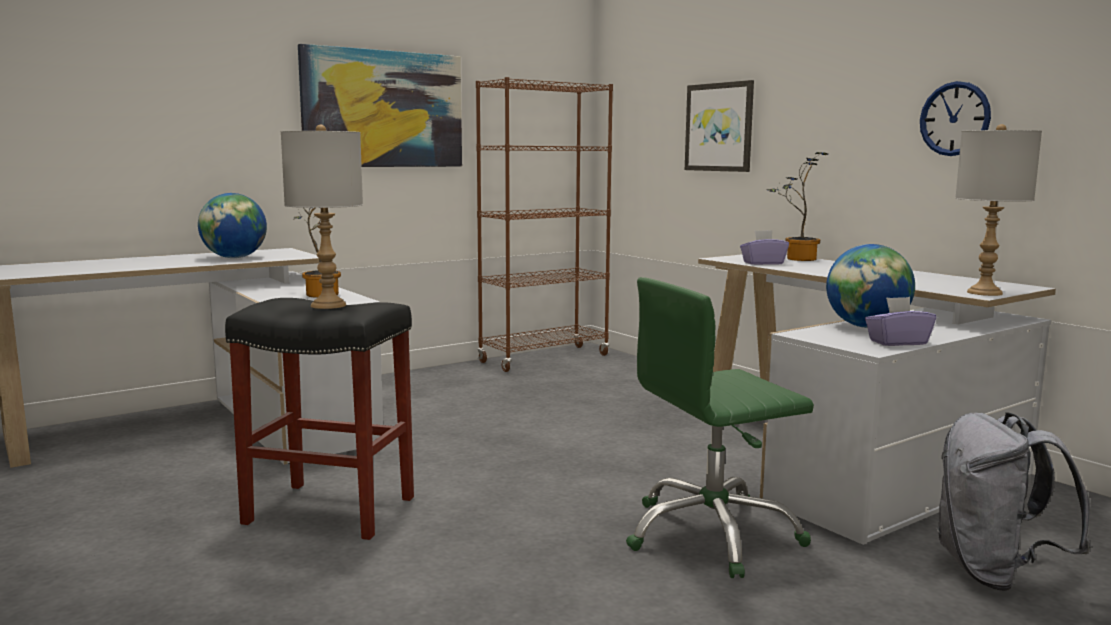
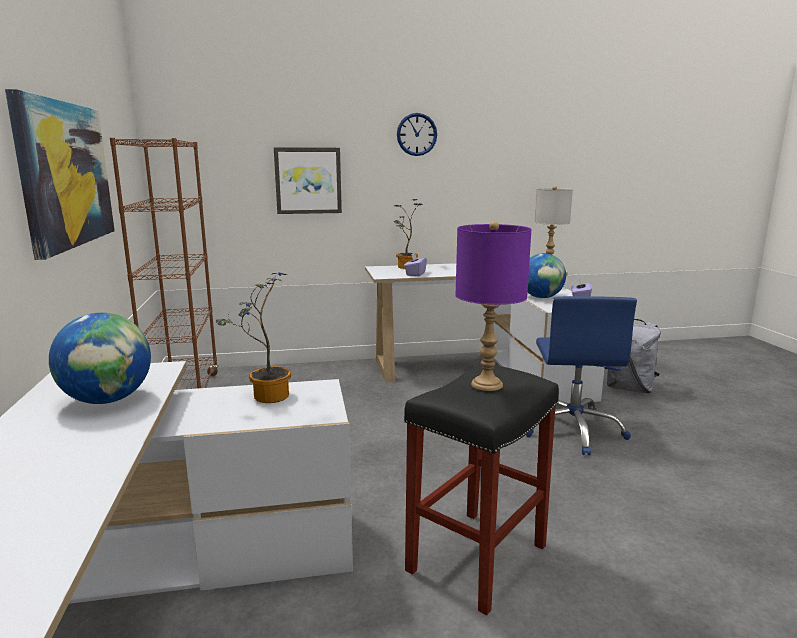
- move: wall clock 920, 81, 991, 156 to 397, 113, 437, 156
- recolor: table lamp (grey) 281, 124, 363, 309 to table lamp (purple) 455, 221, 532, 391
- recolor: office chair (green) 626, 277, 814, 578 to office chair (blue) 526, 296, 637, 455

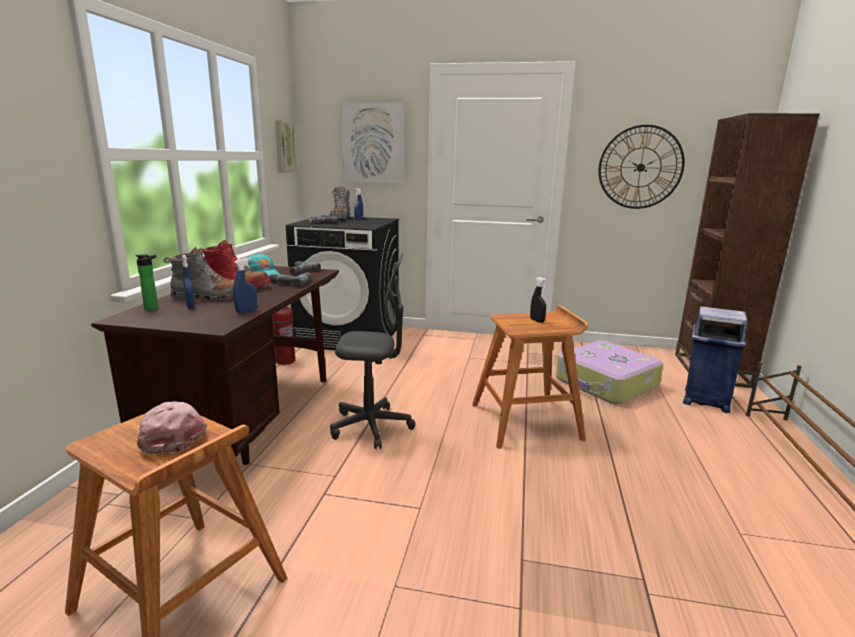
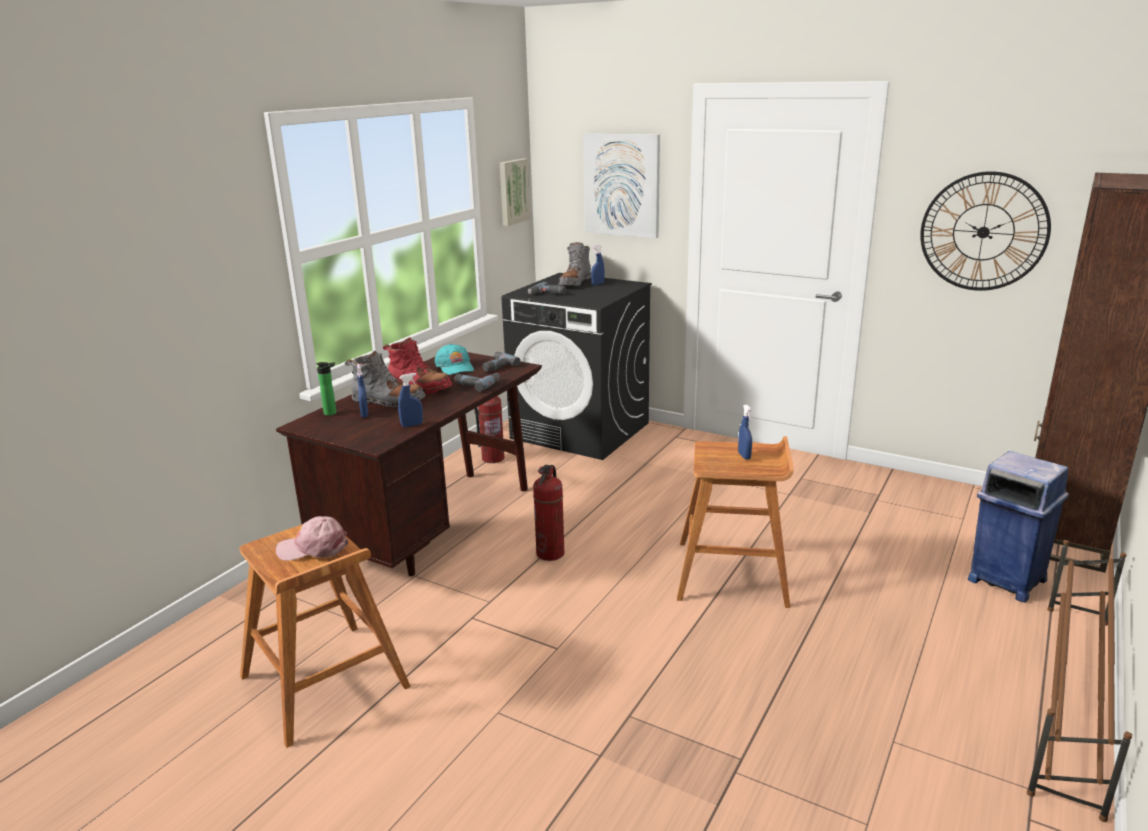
- delete: suitcase 556, 341, 663, 404
- replace: office chair (grey) 330, 254, 415, 449 to fire extinguisher 533, 465, 564, 561
- recolor: spray bottle (black) 530, 277, 547, 323 to spray bottle (blue) 738, 404, 752, 460
- rotate: cap (pink) 137, 401, 207, 454 = 276, 516, 349, 561 75 degrees counterclockwise

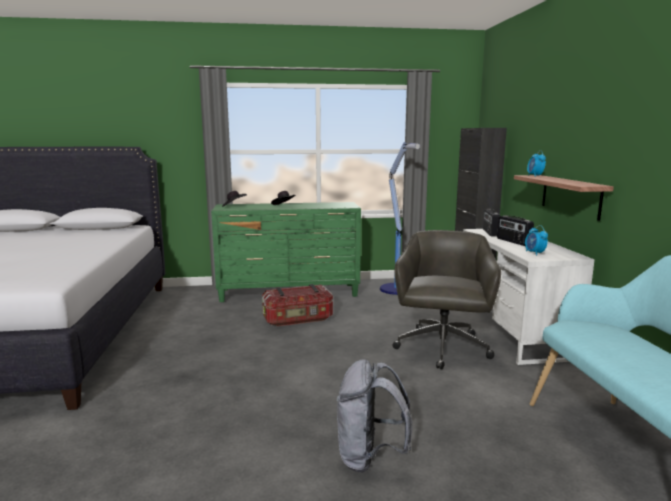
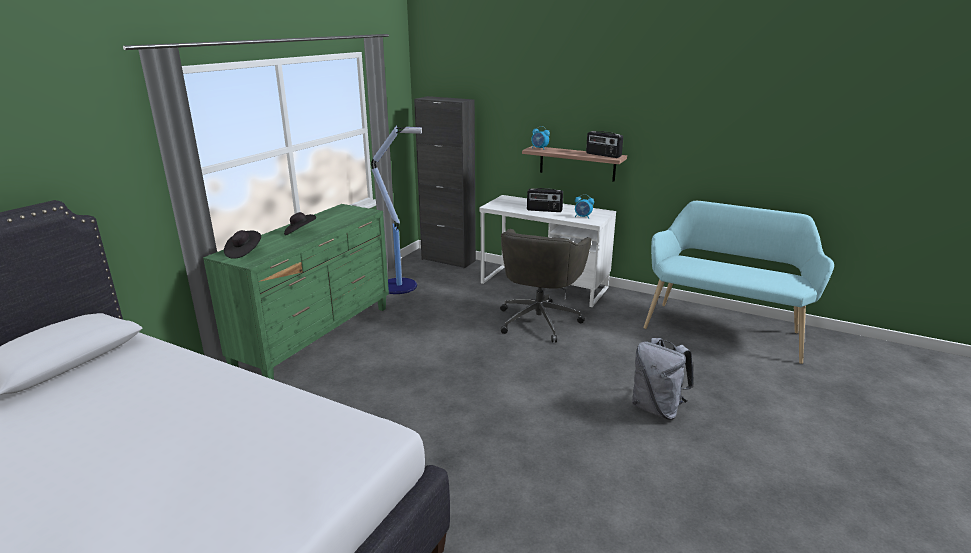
- delete: storage box 262, 284, 333, 327
- move: radio 483, 209, 500, 236 to 586, 131, 623, 158
- rotate: office chair (grey) 393, 230, 501, 370 = 500, 229, 591, 342 120 degrees counterclockwise

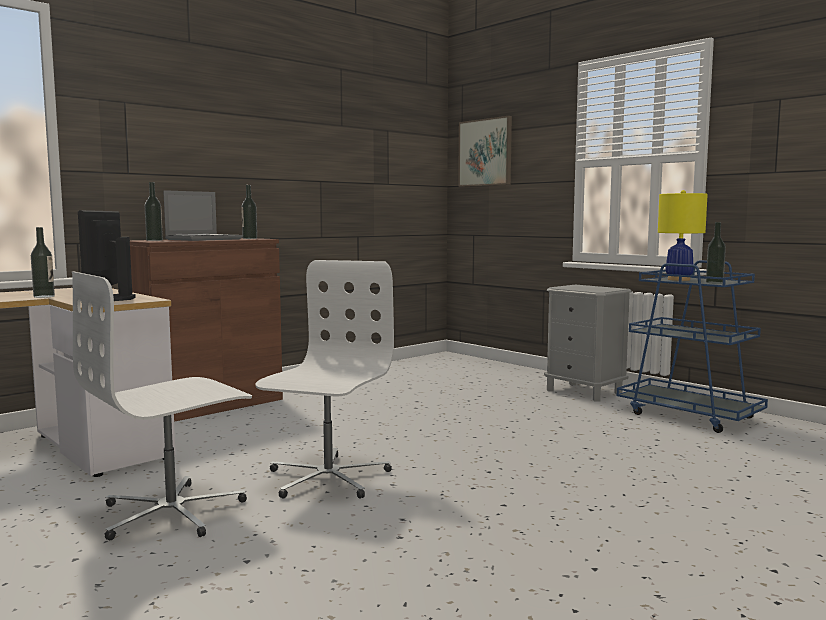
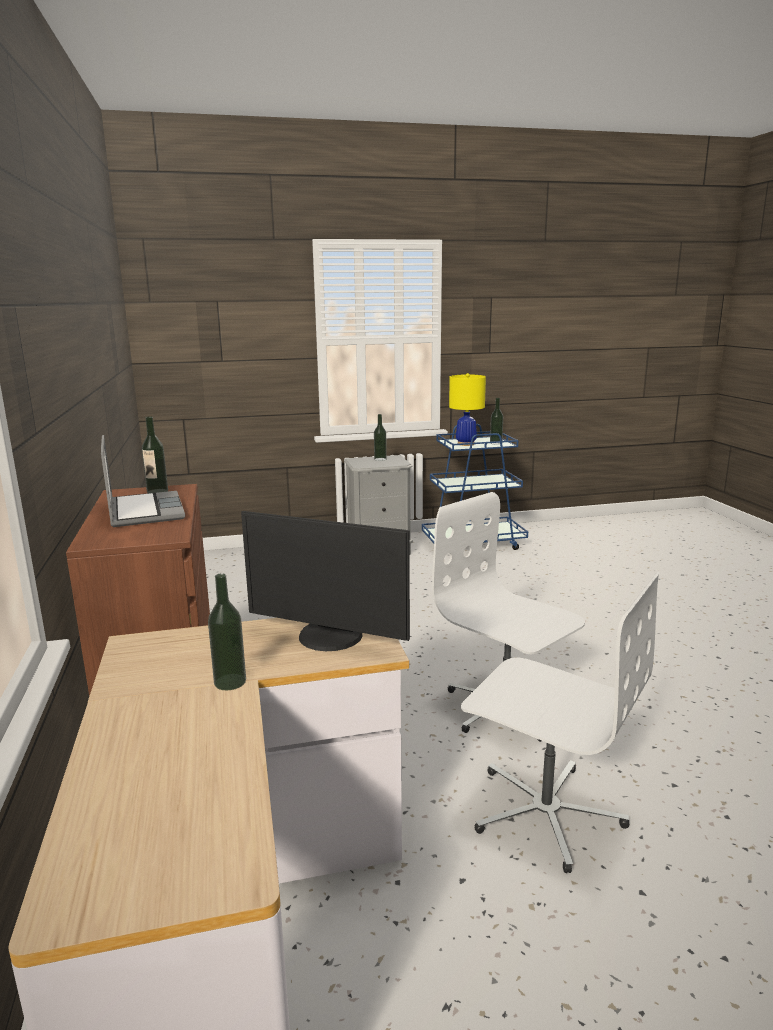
- delete: picture 458, 116, 512, 187
- move: bottle 145, 182, 163, 241 to 374, 414, 387, 461
- rotate: office chair (white) 72, 272, 252, 540 = 461, 572, 660, 873 45 degrees counterclockwise

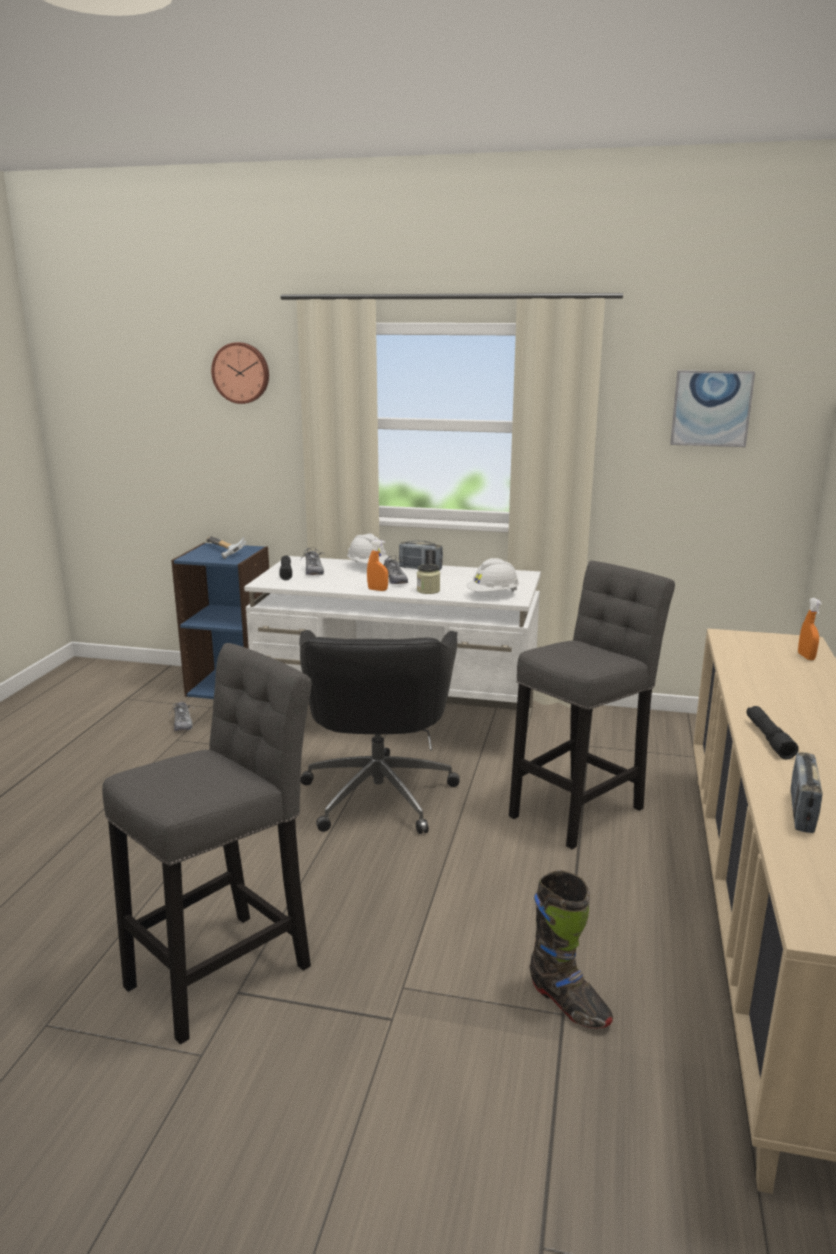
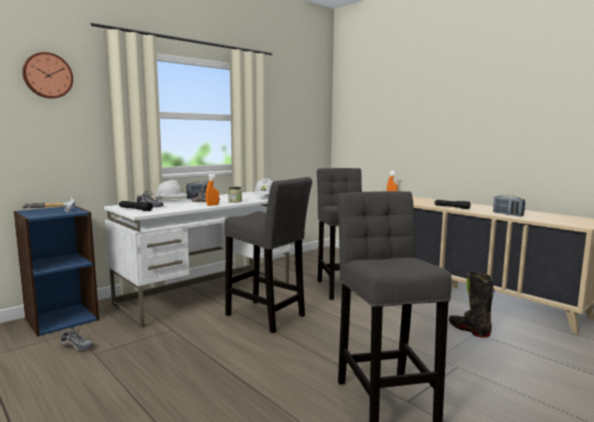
- delete: picture 670, 370, 755, 447
- replace: office chair (black) 299, 630, 460, 834 to stool (grey) 225, 177, 312, 333
- rotate: boot (black) 530, 870, 613, 1029 = 449, 271, 495, 337 120 degrees counterclockwise

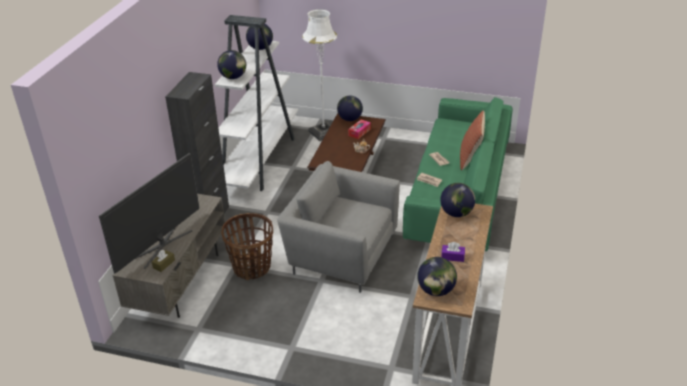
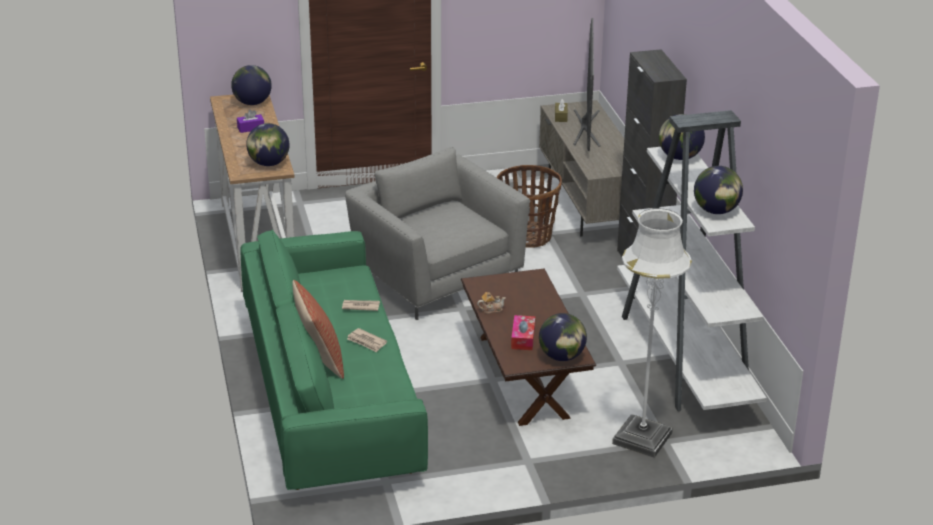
- rotate: armchair (grey) 277, 161, 400, 293 = 345, 147, 530, 320 120 degrees counterclockwise

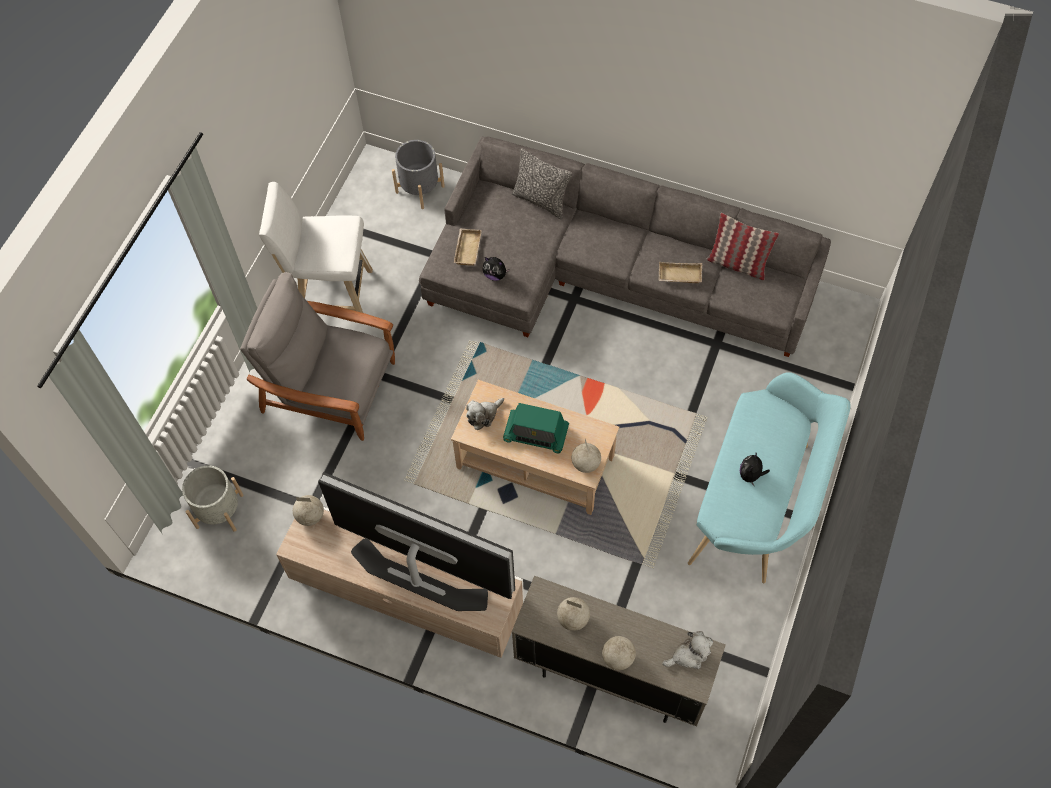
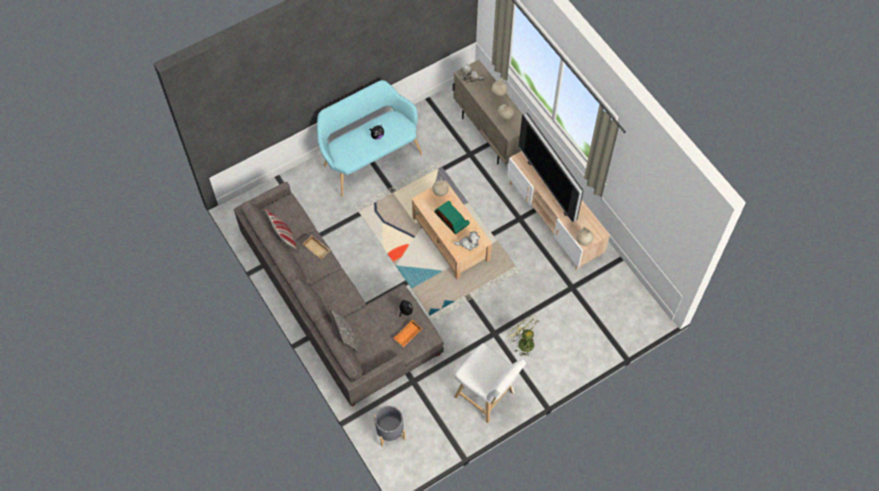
- delete: planter (grey) 182, 466, 243, 532
- replace: armchair (grey) 240, 272, 395, 441 to fan (green) 507, 315, 540, 357
- recolor: tray (beige) 454, 228, 482, 266 to tray (orange) 394, 320, 422, 347

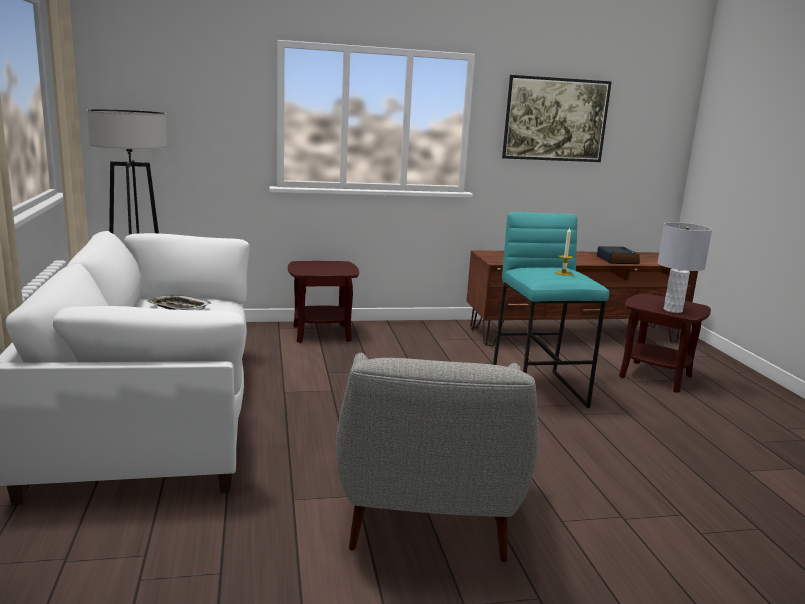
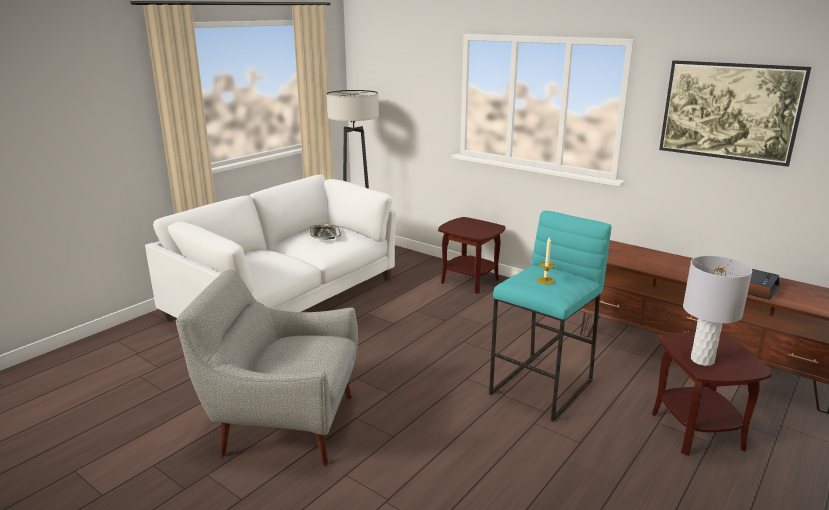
- rotate: armchair (grey) 336, 353, 538, 562 = 176, 270, 358, 465 45 degrees clockwise

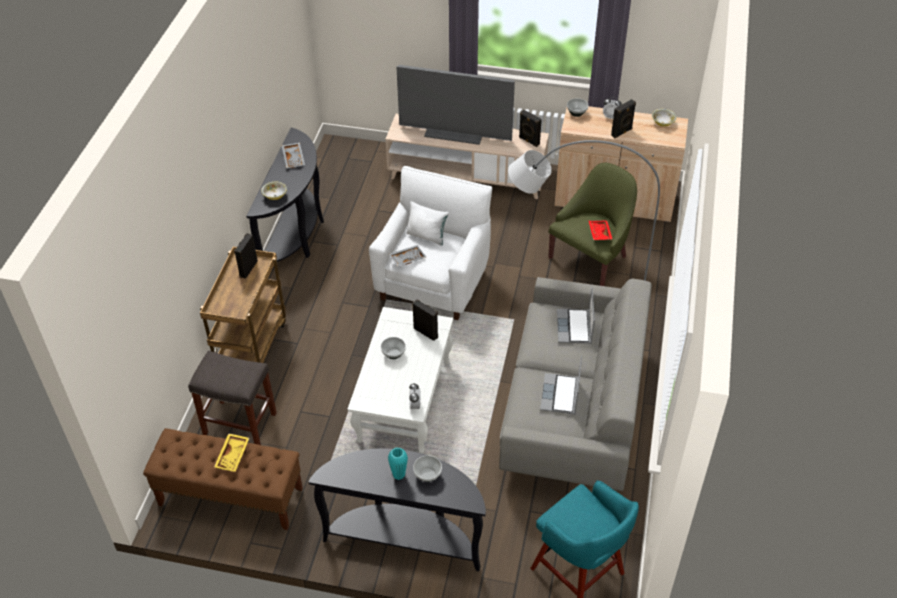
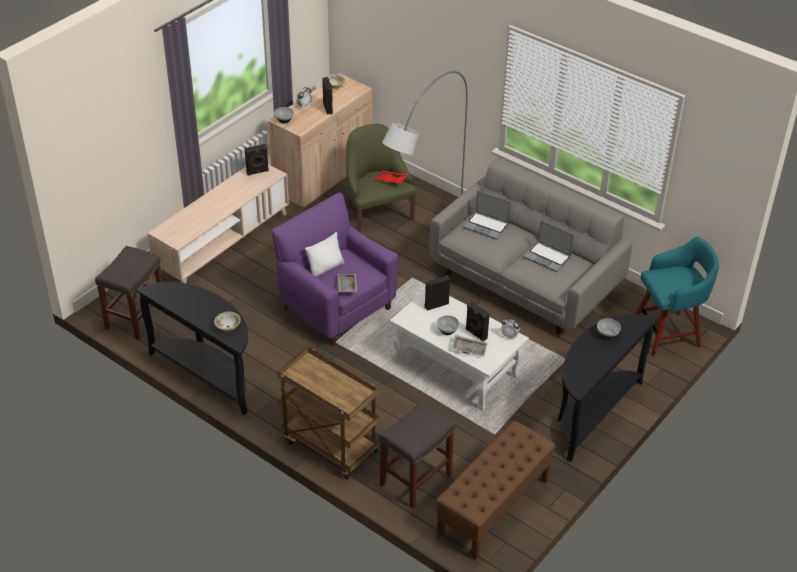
- delete: tray (yellow) 214, 433, 249, 472
- delete: vase (turquoise) 388, 448, 408, 480
- delete: television 396, 65, 515, 145
- insert: stool (grey) 95, 246, 163, 340
- move: speaker (black) 234, 233, 258, 279 to 466, 301, 490, 342
- move: tray (grey) 281, 142, 305, 168 to 452, 335, 487, 357
- recolor: armchair (white) 369, 166, 492, 320 to armchair (purple) 272, 193, 399, 346

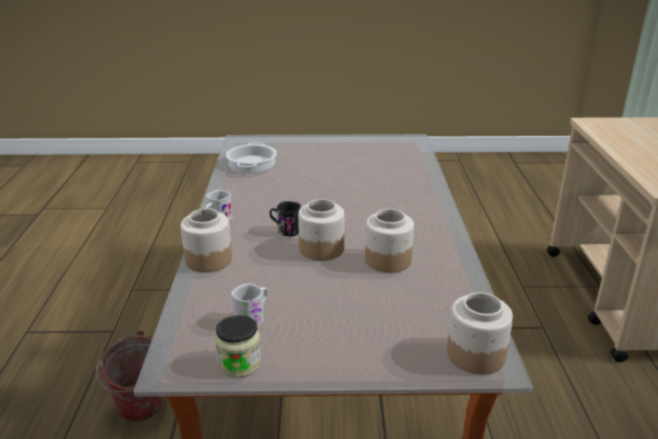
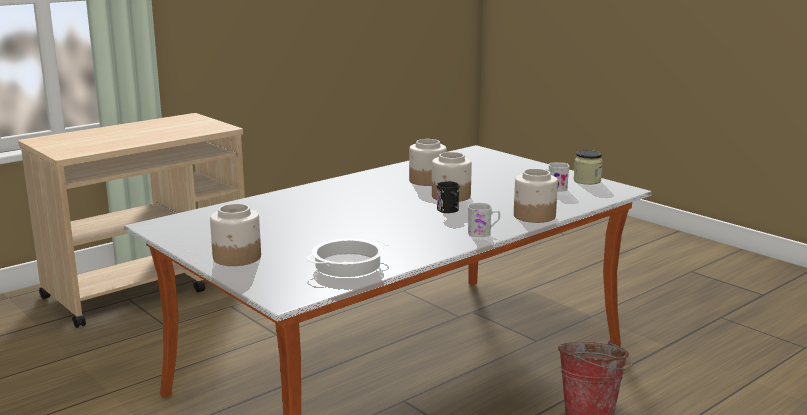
- move: jar 447, 292, 513, 374 to 210, 204, 261, 266

